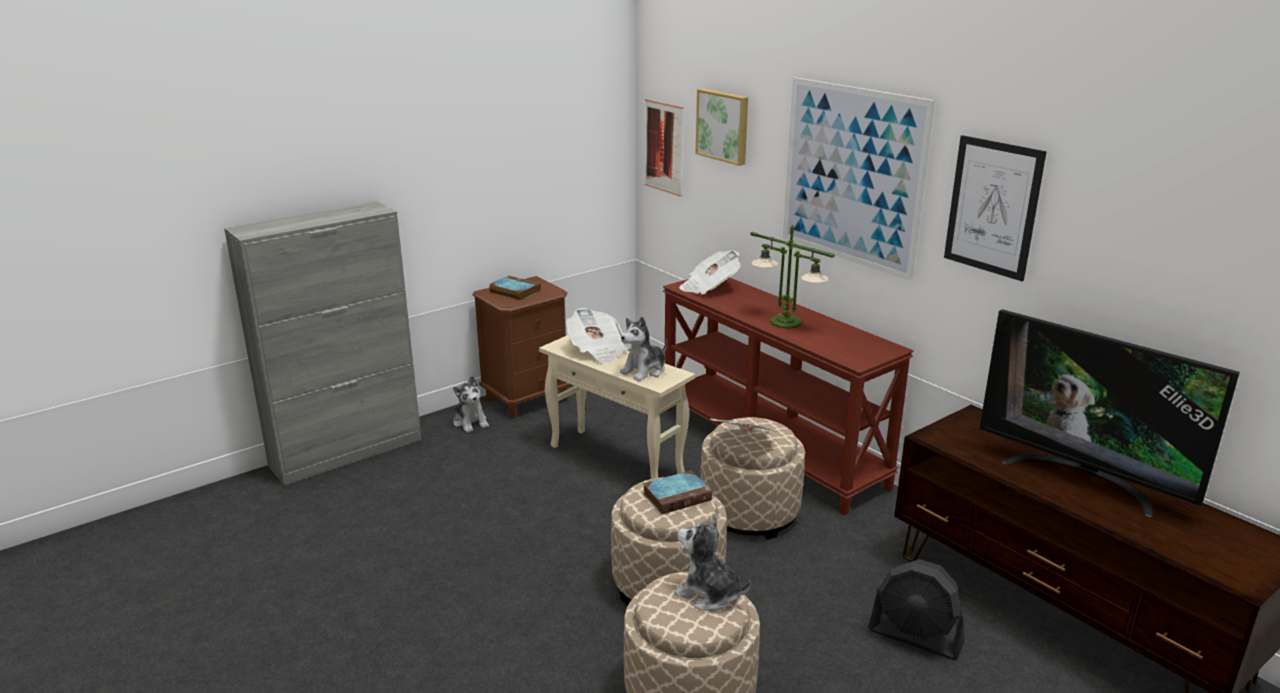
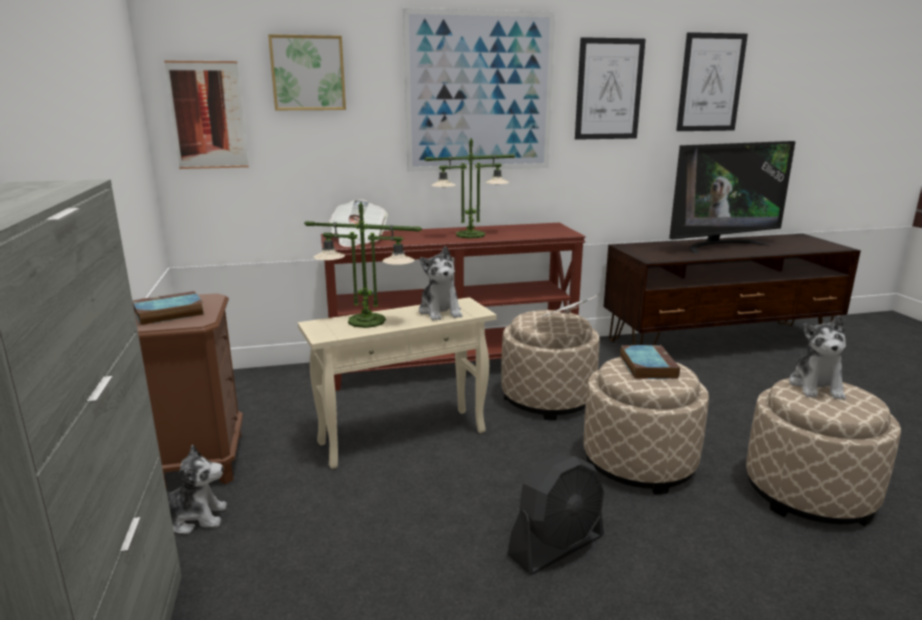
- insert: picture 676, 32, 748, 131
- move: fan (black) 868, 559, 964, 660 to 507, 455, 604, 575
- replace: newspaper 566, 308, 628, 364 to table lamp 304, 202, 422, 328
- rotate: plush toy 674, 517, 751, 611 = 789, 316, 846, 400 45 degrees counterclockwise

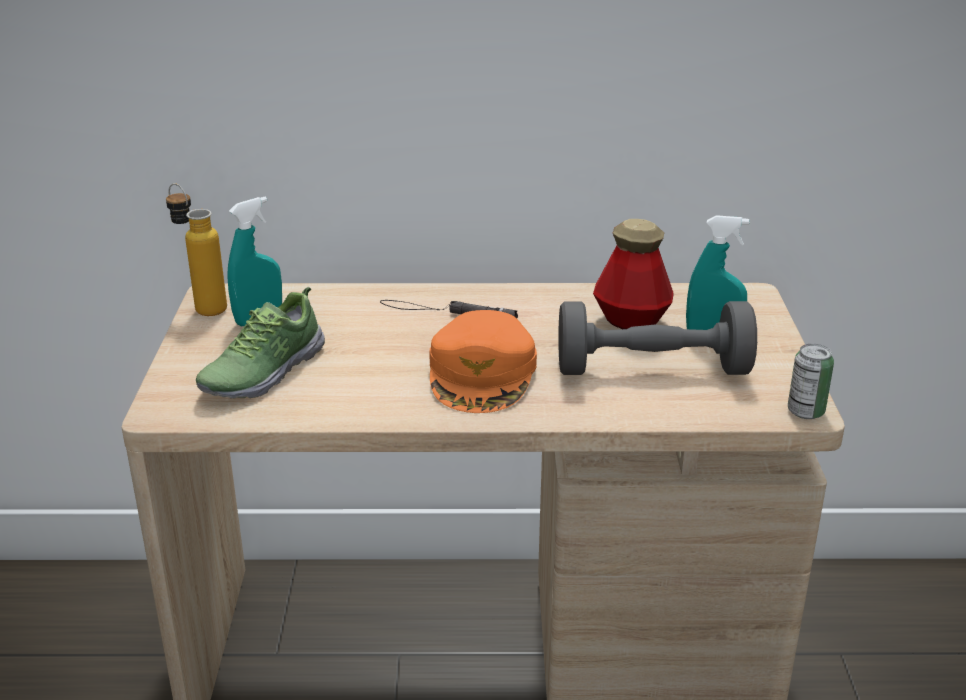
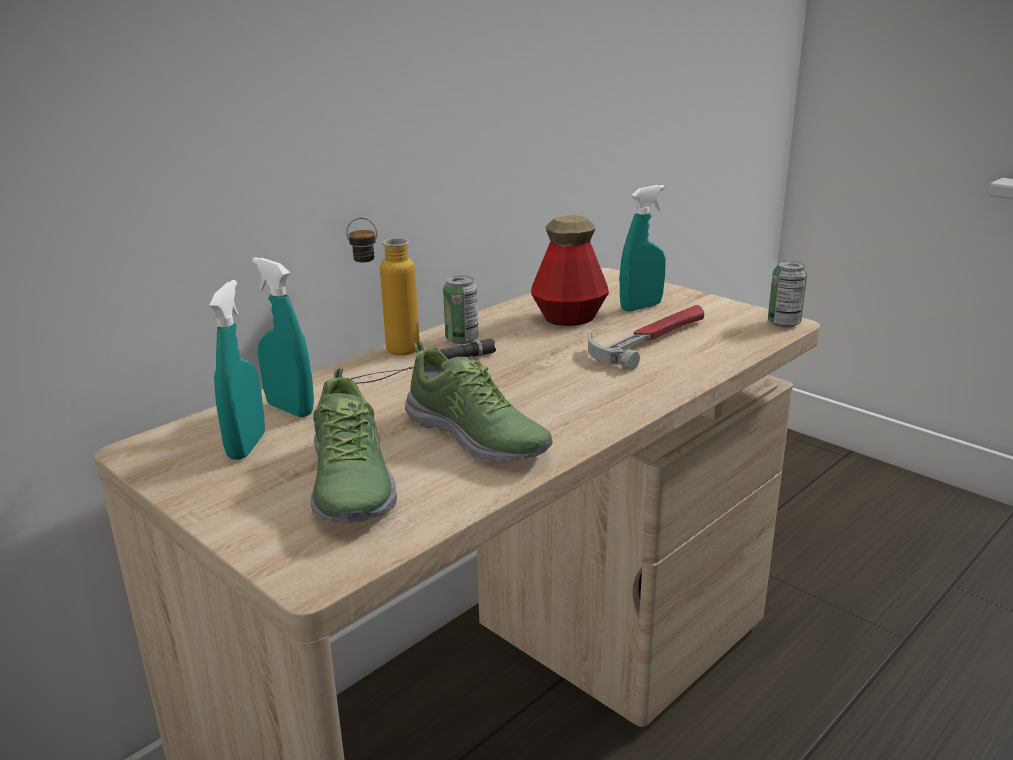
- delete: cap (orange) 430, 310, 537, 413
- insert: spray bottle (turquoise) 252, 257, 314, 417
- insert: shoe 405, 341, 553, 462
- insert: can 443, 275, 479, 344
- move: bottle 166, 183, 227, 316 to 346, 217, 420, 355
- replace: dumbbell (grey) 558, 301, 757, 375 to hammer 588, 305, 704, 370

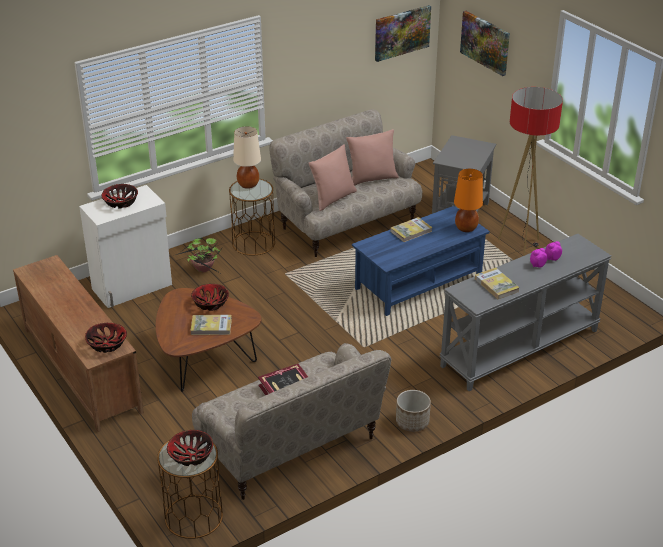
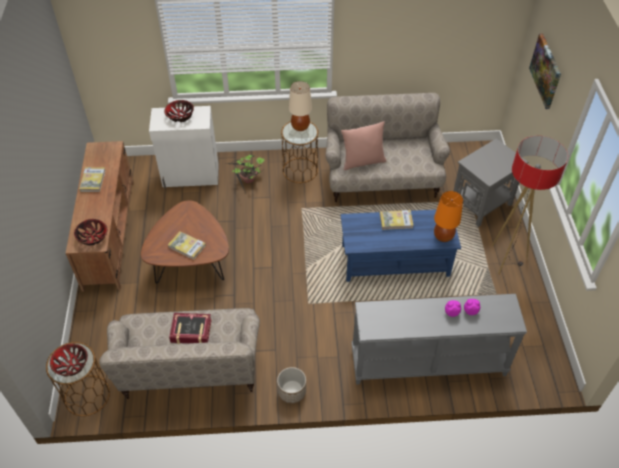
- delete: bowl 191, 284, 229, 311
- delete: pillow (pink) 346, 129, 399, 186
- delete: picture 375, 5, 431, 62
- move: book 475, 267, 520, 299 to 79, 167, 106, 192

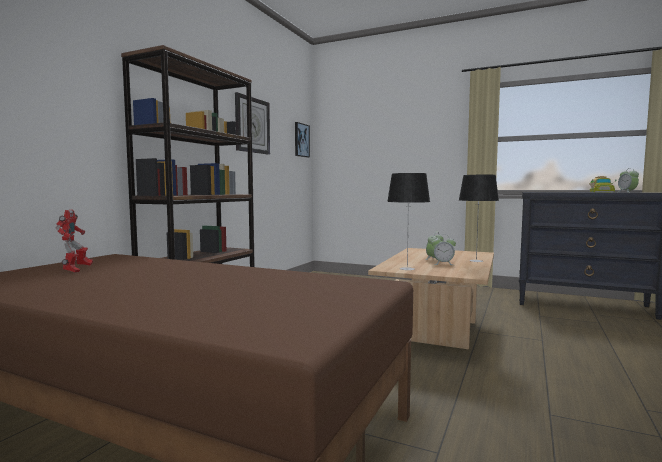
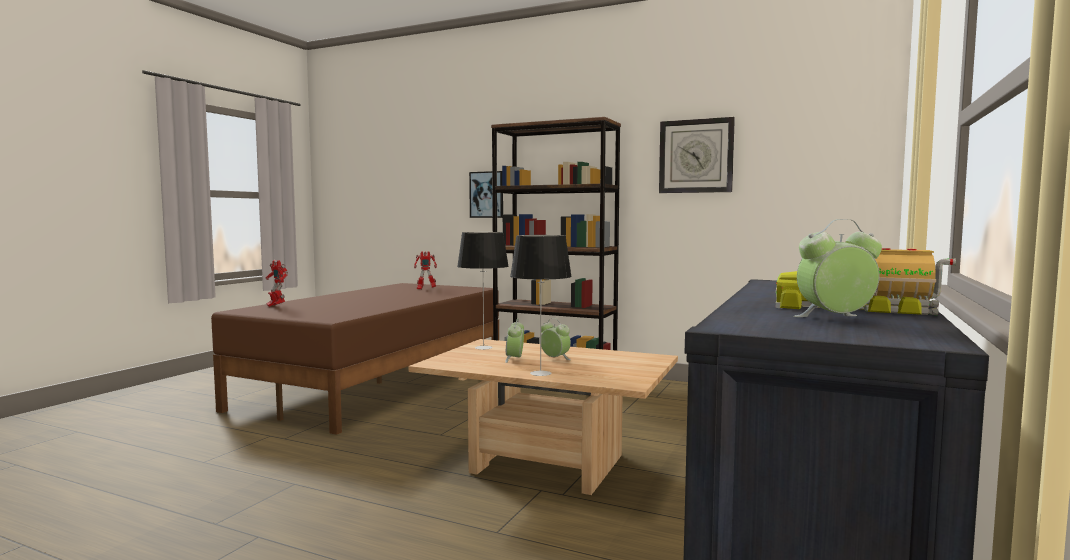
- insert: toy robot 265, 260, 288, 307
- move: picture 295, 122, 310, 158 to 469, 171, 503, 218

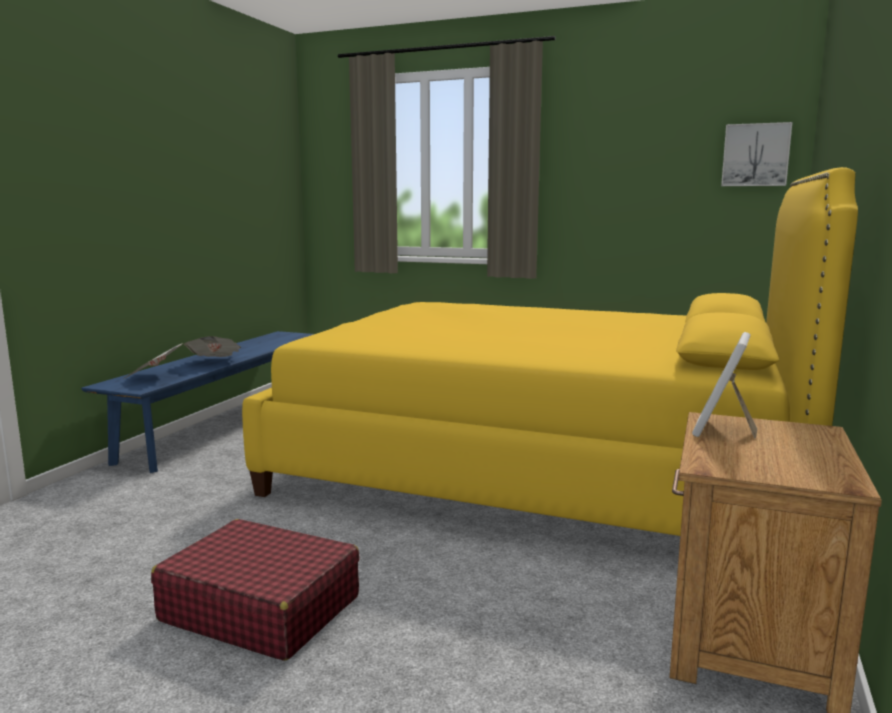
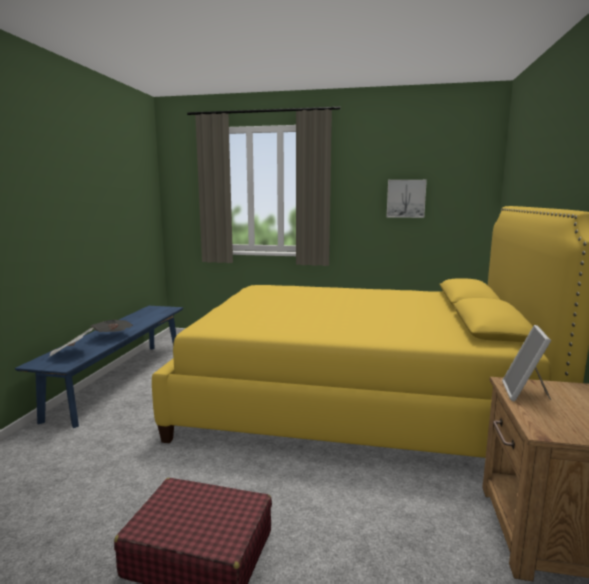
- move: picture 721, 122, 792, 186 to 387, 180, 427, 218

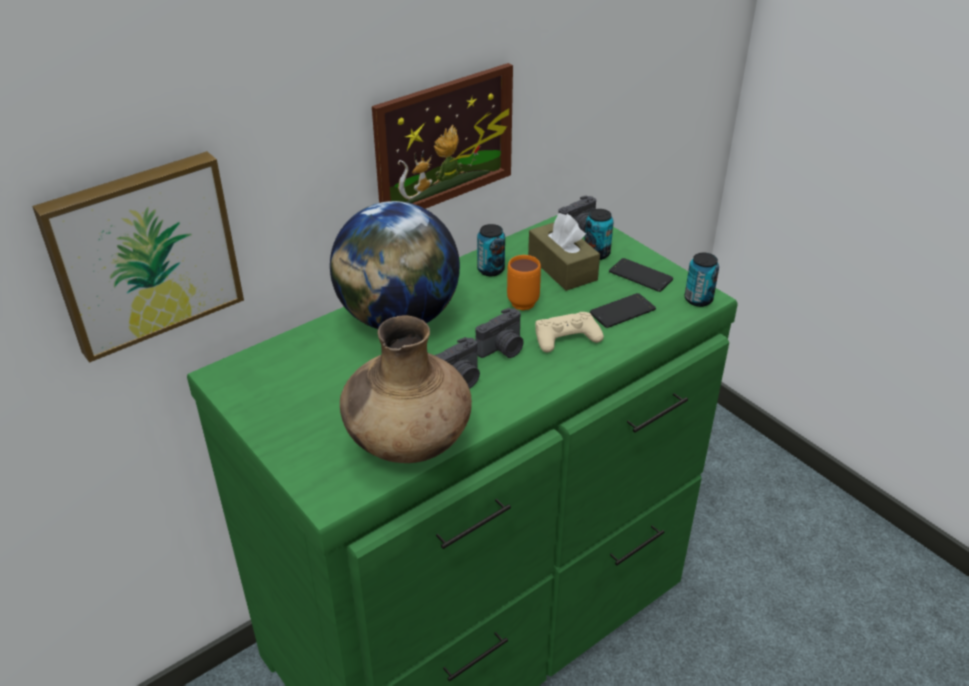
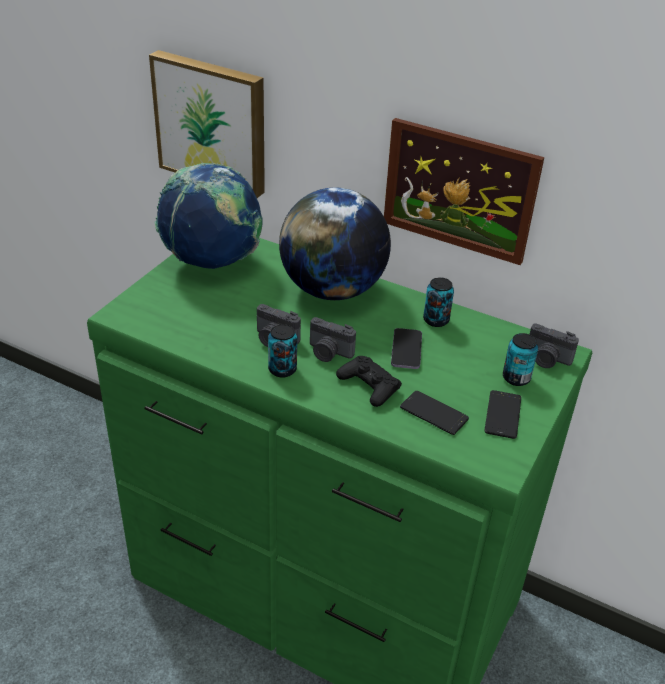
- delete: vase (brown) 340, 315, 472, 463
- delete: tissue box (brown) 528, 213, 600, 291
- insert: globe 155, 163, 263, 269
- move: can 684, 253, 719, 307 to 268, 324, 297, 378
- replace: mug (orange) 507, 255, 541, 310 to phone 391, 328, 422, 369
- recolor: game controller (beige) 535, 312, 604, 352 to game controller (black) 336, 356, 402, 407

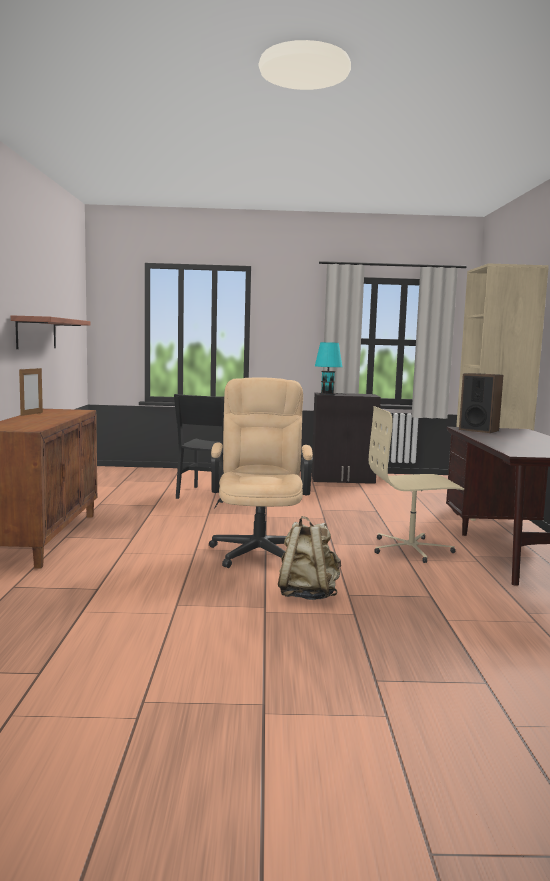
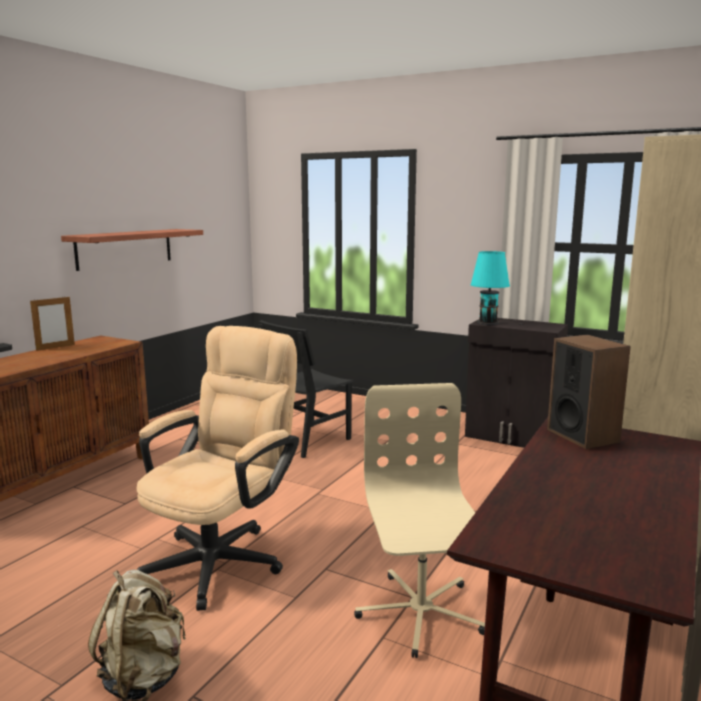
- rotate: office chair (beige) 369, 406, 464, 563 = 354, 383, 485, 658 60 degrees clockwise

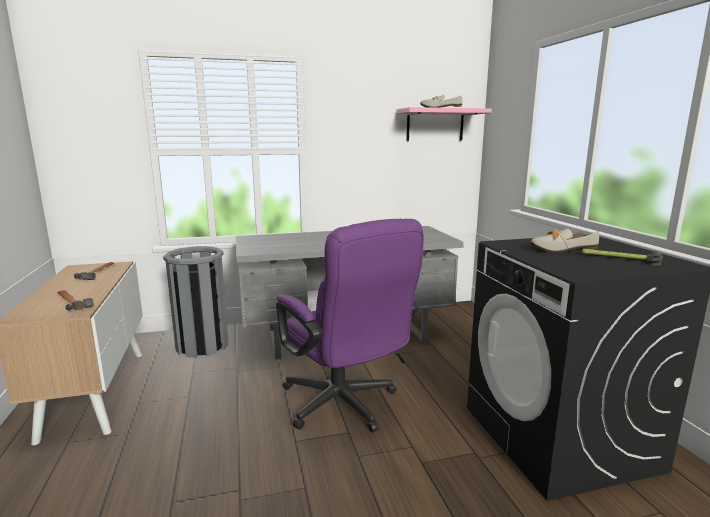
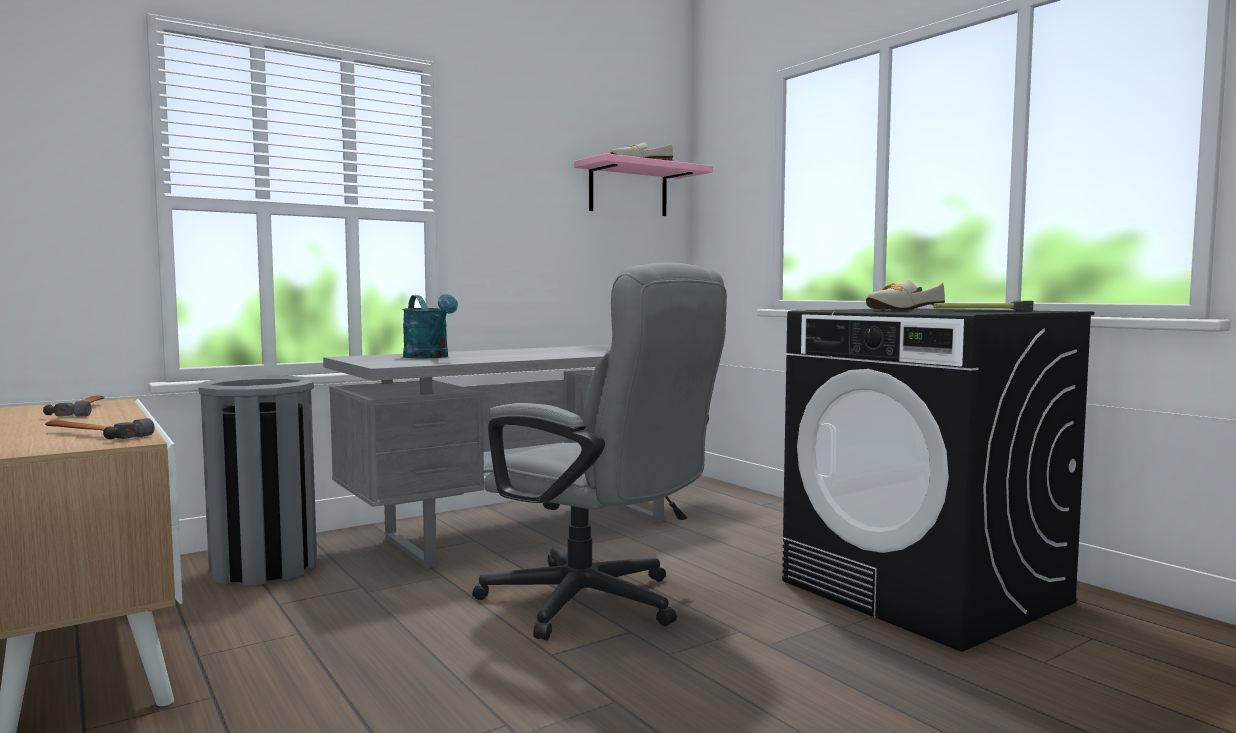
- insert: watering can (turquoise) 402, 294, 458, 358
- recolor: office chair (purple) 276, 219, 424, 432 to office chair (grey) 472, 262, 727, 640

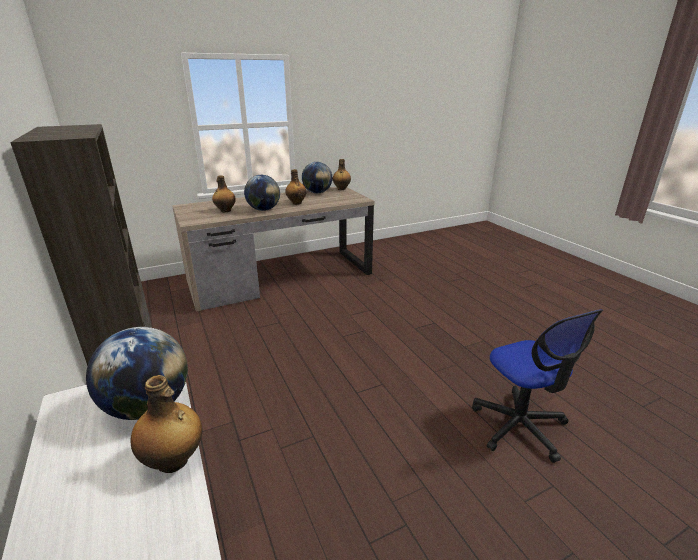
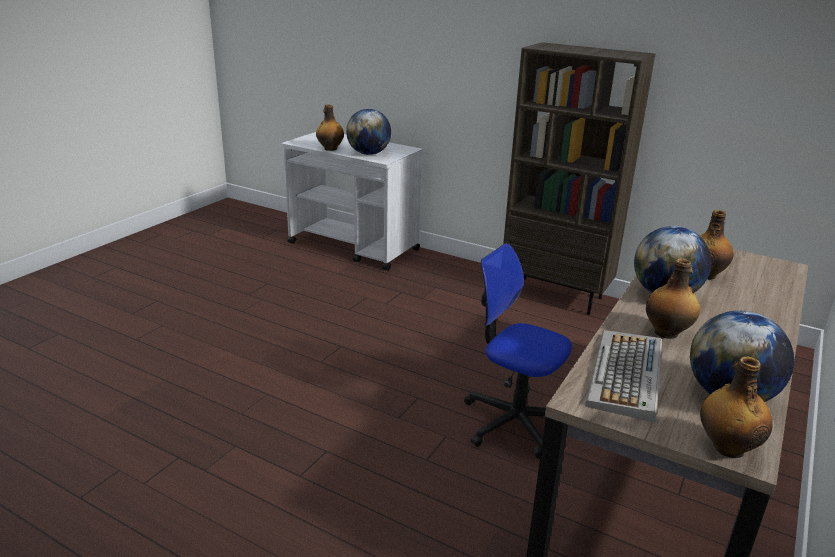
- insert: keyboard 585, 330, 662, 422
- move: office chair 472, 309, 603, 463 to 464, 243, 572, 459

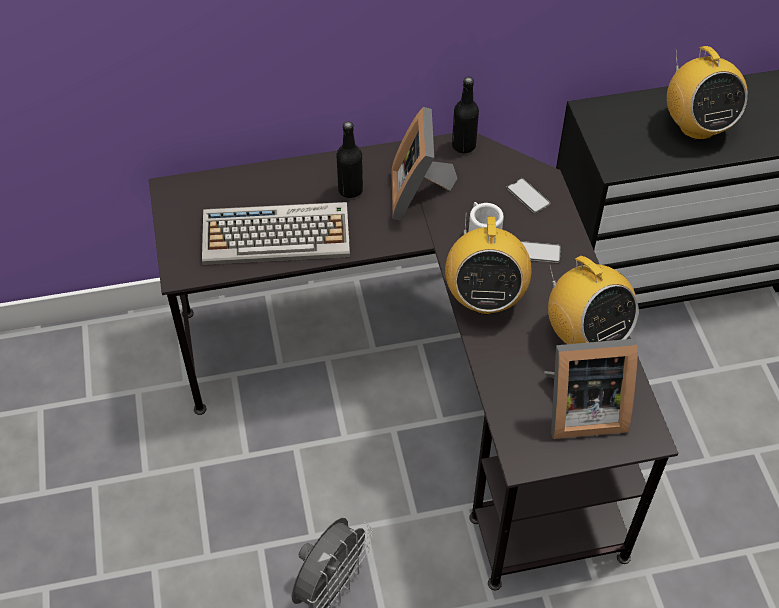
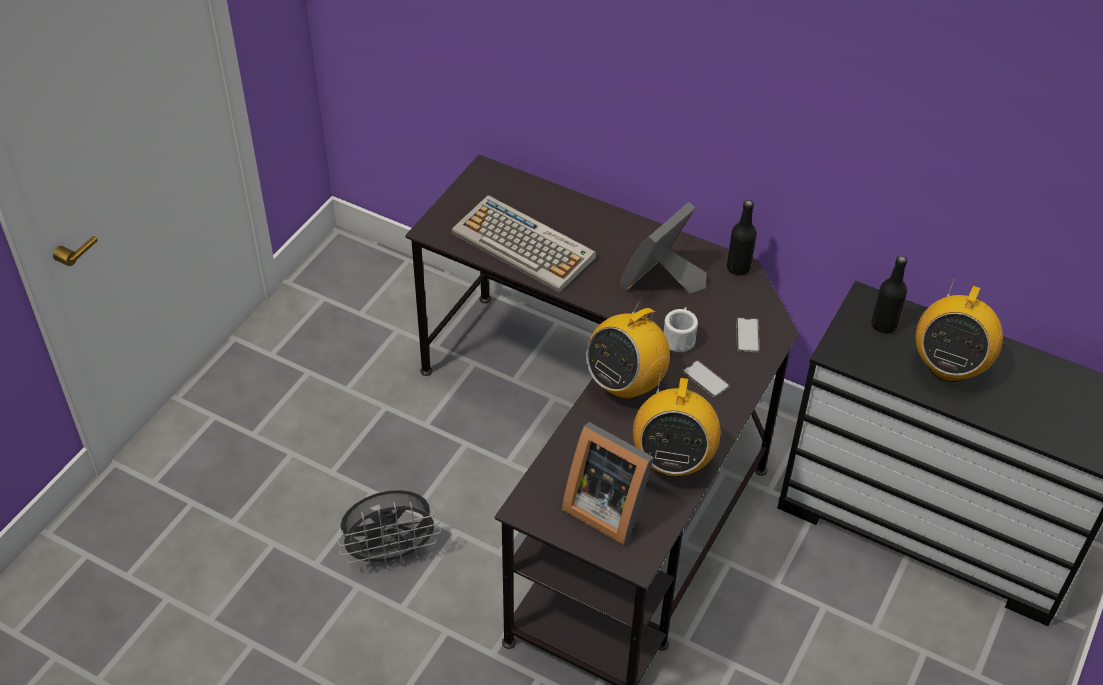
- move: bottle (black) 336, 121, 363, 198 to 871, 256, 907, 334

